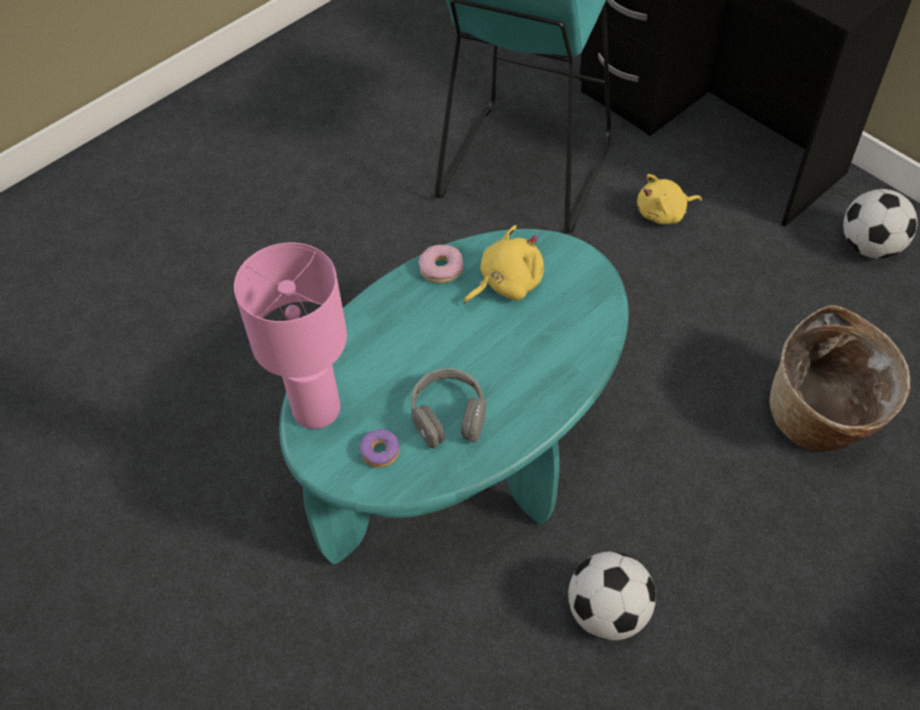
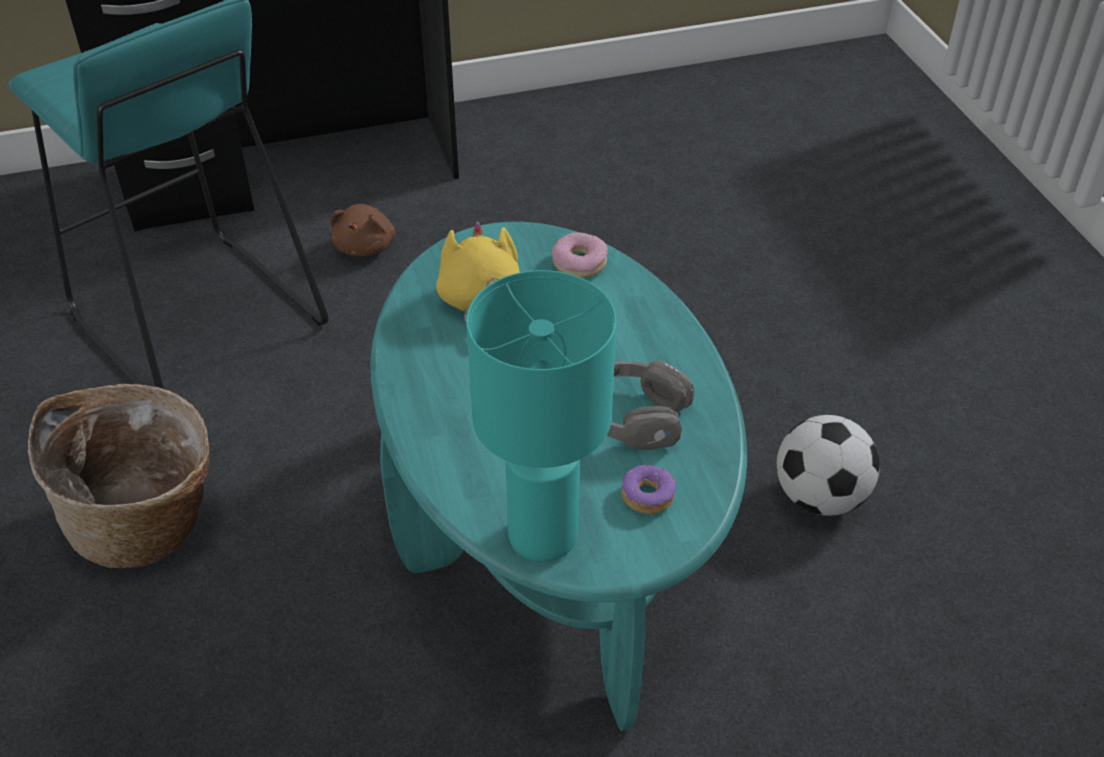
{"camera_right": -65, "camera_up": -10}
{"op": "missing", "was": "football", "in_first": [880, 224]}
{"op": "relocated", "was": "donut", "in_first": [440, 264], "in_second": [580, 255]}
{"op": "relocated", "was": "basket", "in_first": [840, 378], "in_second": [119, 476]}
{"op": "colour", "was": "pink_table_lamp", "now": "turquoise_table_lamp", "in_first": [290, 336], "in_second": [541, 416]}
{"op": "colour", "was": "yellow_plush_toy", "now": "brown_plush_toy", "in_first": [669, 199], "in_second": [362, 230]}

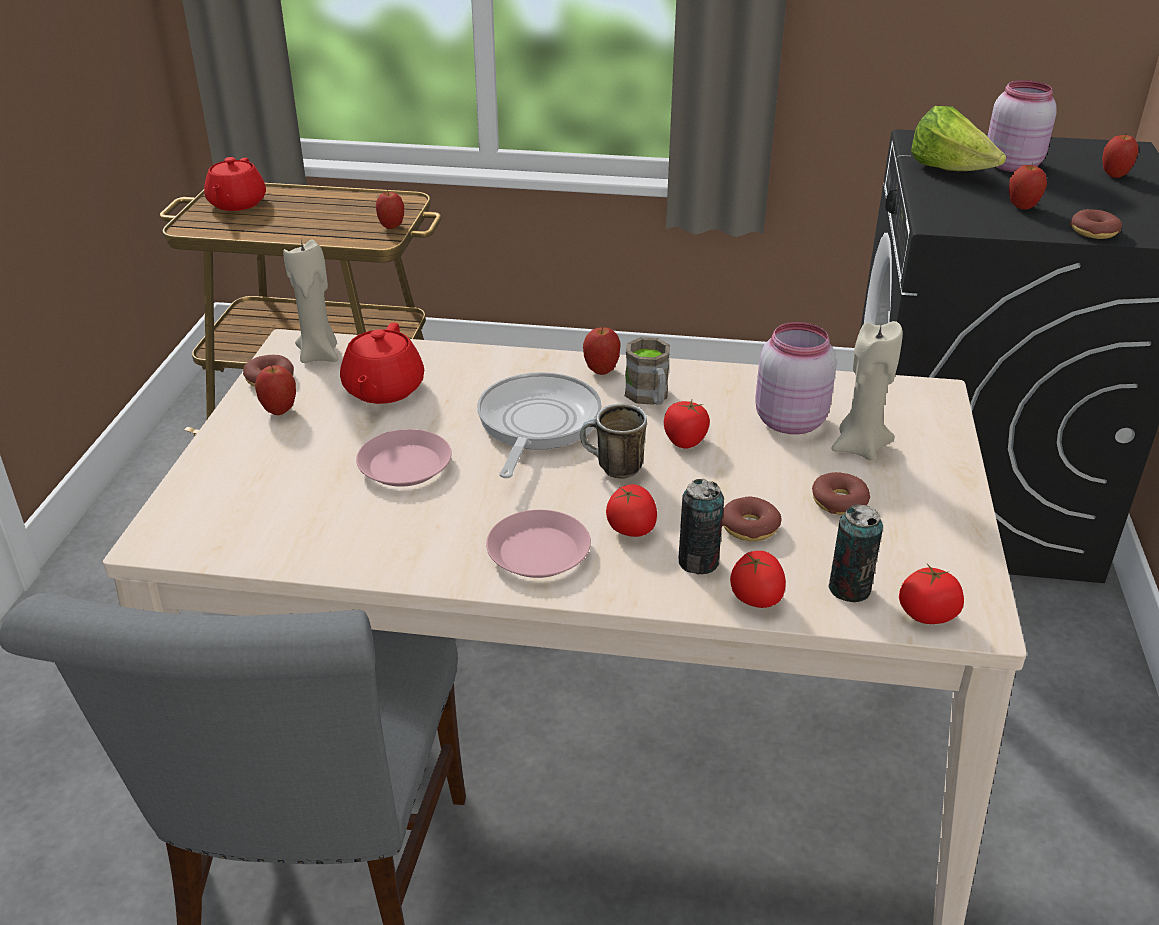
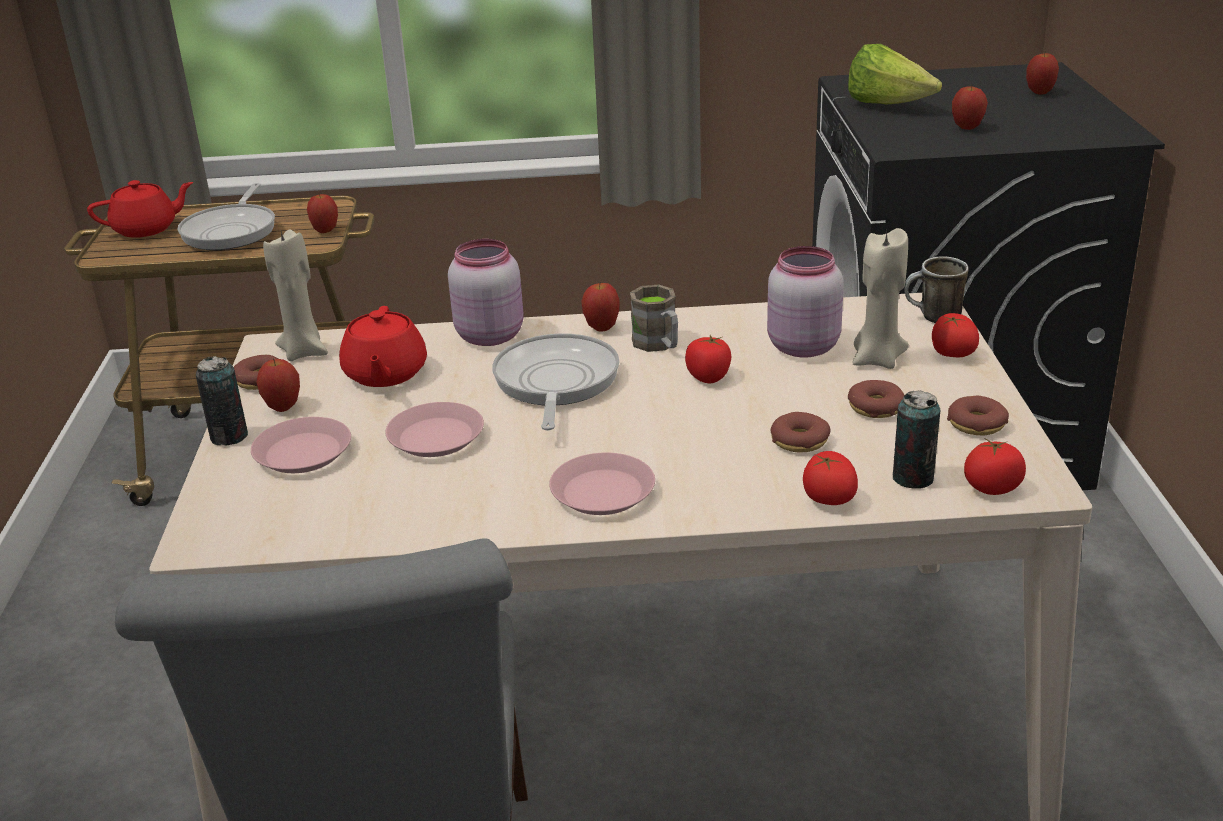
{"camera_right": -10, "camera_up": -5}
{"op": "appeared", "now": "frying_pan", "in_second": [226, 216]}
{"op": "appeared", "now": "pink_plate", "in_second": [301, 445]}
{"op": "relocated", "was": "mug", "in_first": [613, 441], "in_second": [936, 289]}
{"op": "relocated", "was": "tomato", "in_first": [631, 510], "in_second": [955, 335]}
{"op": "relocated", "was": "can", "in_first": [701, 526], "in_second": [222, 401]}
{"op": "relocated", "was": "pink_jar", "in_first": [1022, 126], "in_second": [486, 292]}
{"op": "relocated", "was": "donut", "in_first": [1096, 224], "in_second": [978, 415]}
{"op": "spun", "was": "red_teapot", "in_first": [235, 184], "in_second": [140, 209], "clockwise": -105}

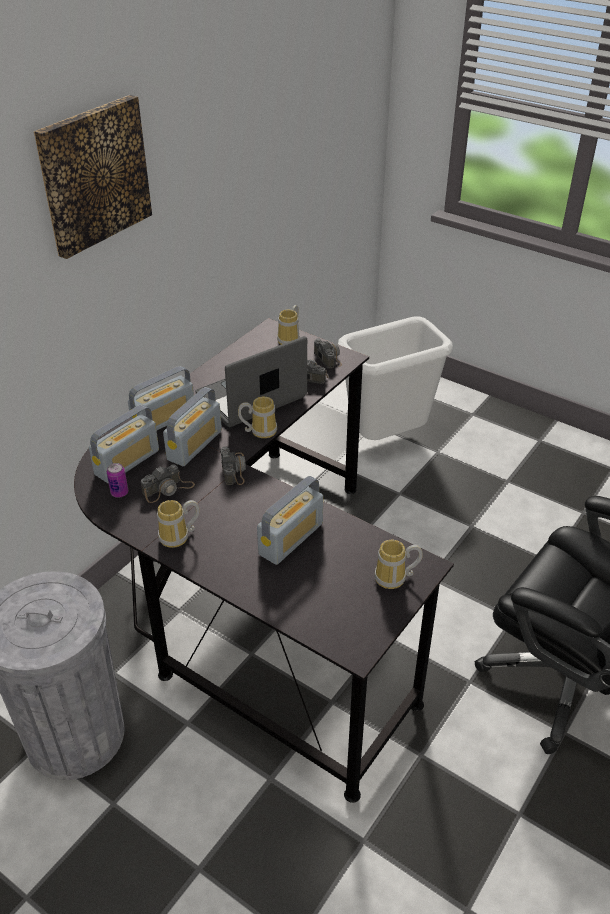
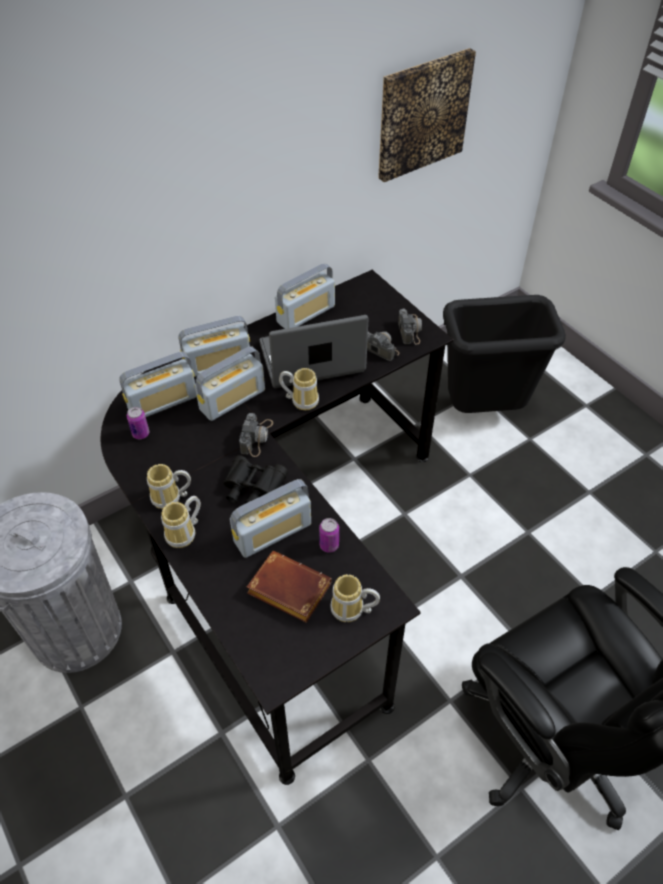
{"camera_right": 20, "camera_up": 10}
{"op": "missing", "was": "photo_camera", "in_first": [168, 483]}
{"op": "appeared", "now": "black_binoculars", "in_second": [255, 479]}
{"op": "appeared", "now": "brown_book", "in_second": [289, 587]}
{"op": "appeared", "now": "radio", "in_second": [305, 296]}
{"op": "appeared", "now": "can", "in_second": [329, 535]}
{"op": "relocated", "was": "picture", "in_first": [93, 177], "in_second": [427, 115]}
{"op": "relocated", "was": "mug", "in_first": [288, 325], "in_second": [181, 522]}
{"op": "colour", "was": "white_trash_can", "now": "black_trash_can", "in_first": [395, 378], "in_second": [504, 354]}

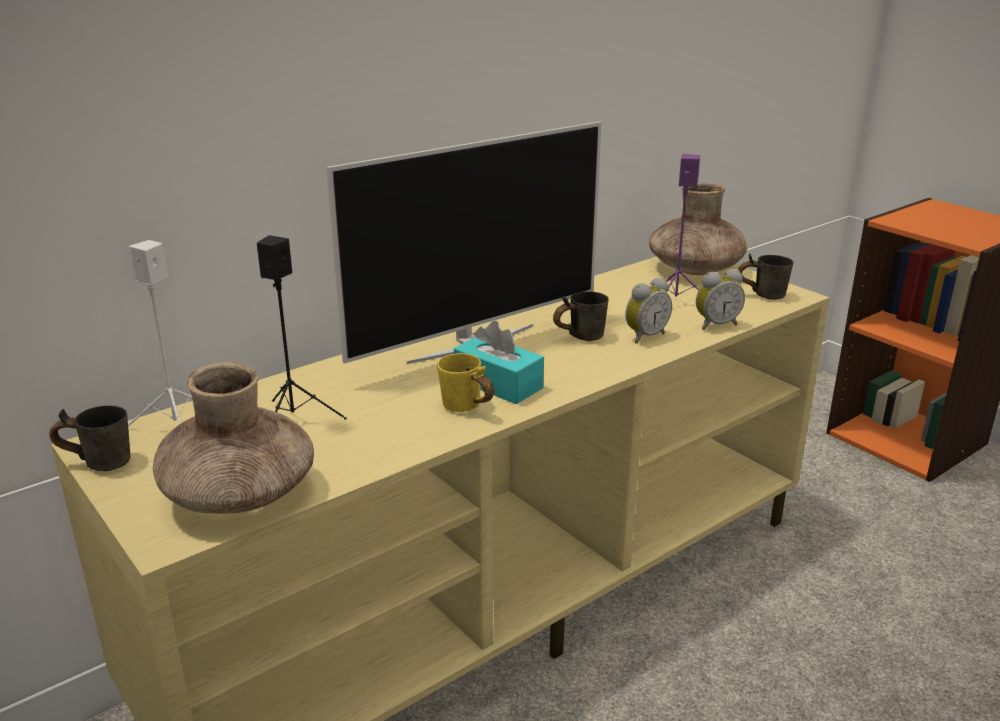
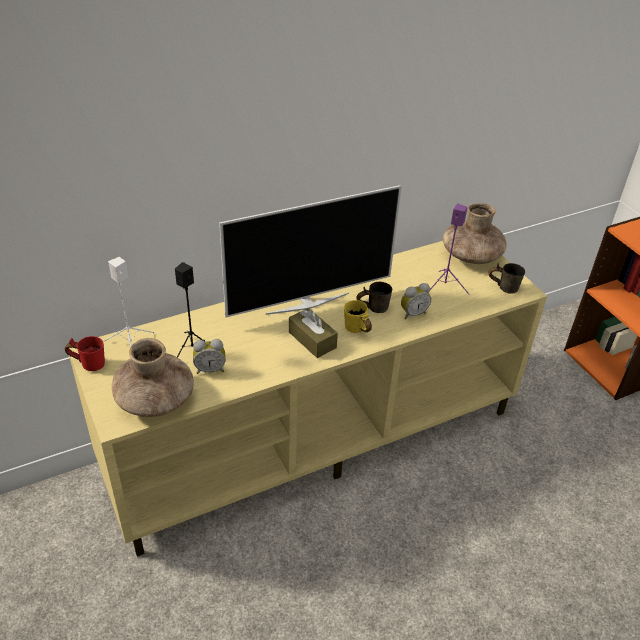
{"camera_right": 10, "camera_up": 15}
{"op": "relocated", "was": "yellow_mug", "in_first": [465, 382], "in_second": [358, 316]}
{"op": "relocated", "was": "alarm_clock", "in_first": [720, 299], "in_second": [209, 356]}
{"op": "colour", "was": "grey_mug", "now": "red_mug", "in_first": [89, 438], "in_second": [85, 353]}
{"op": "colour", "was": "turquoise_tissue_box", "now": "brown_tissue_box", "in_first": [499, 362], "in_second": [313, 333]}

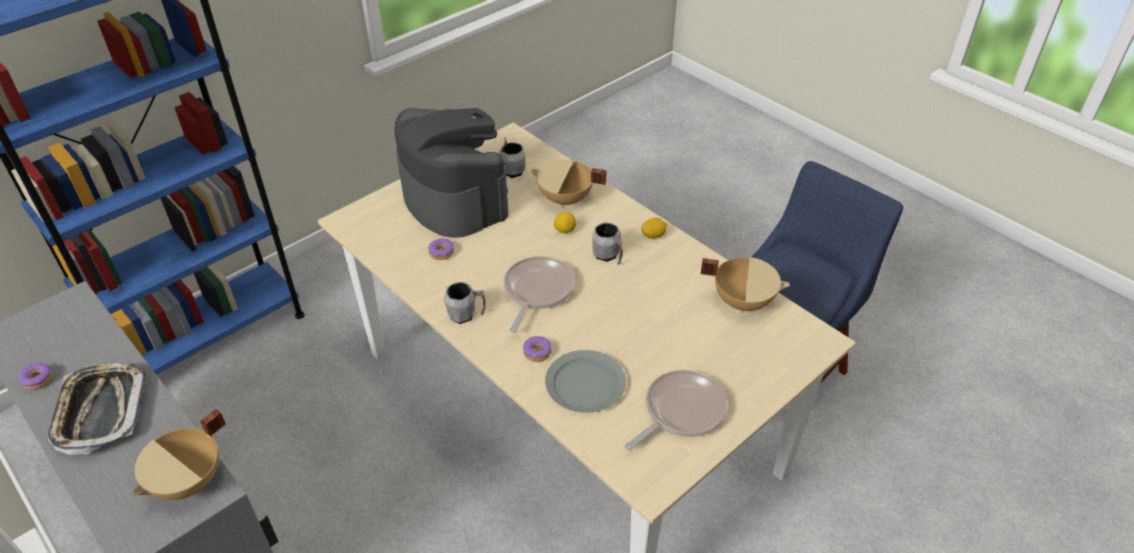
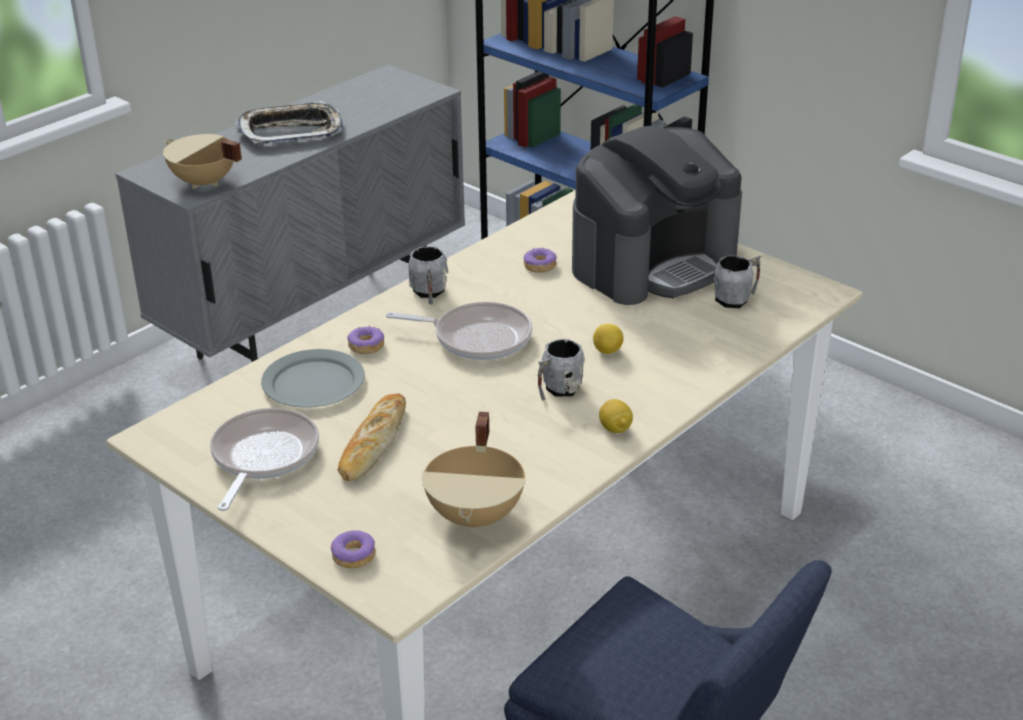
{"camera_right": 85, "camera_up": -10}
{"op": "missing", "was": "beige_cooking_pot", "in_first": [569, 183]}
{"op": "appeared", "now": "bread", "in_second": [372, 437]}
{"op": "relocated", "was": "donut", "in_first": [36, 376], "in_second": [353, 549]}
{"op": "spun", "was": "frying_pan", "in_first": [676, 410], "in_second": [264, 459], "clockwise": -120}

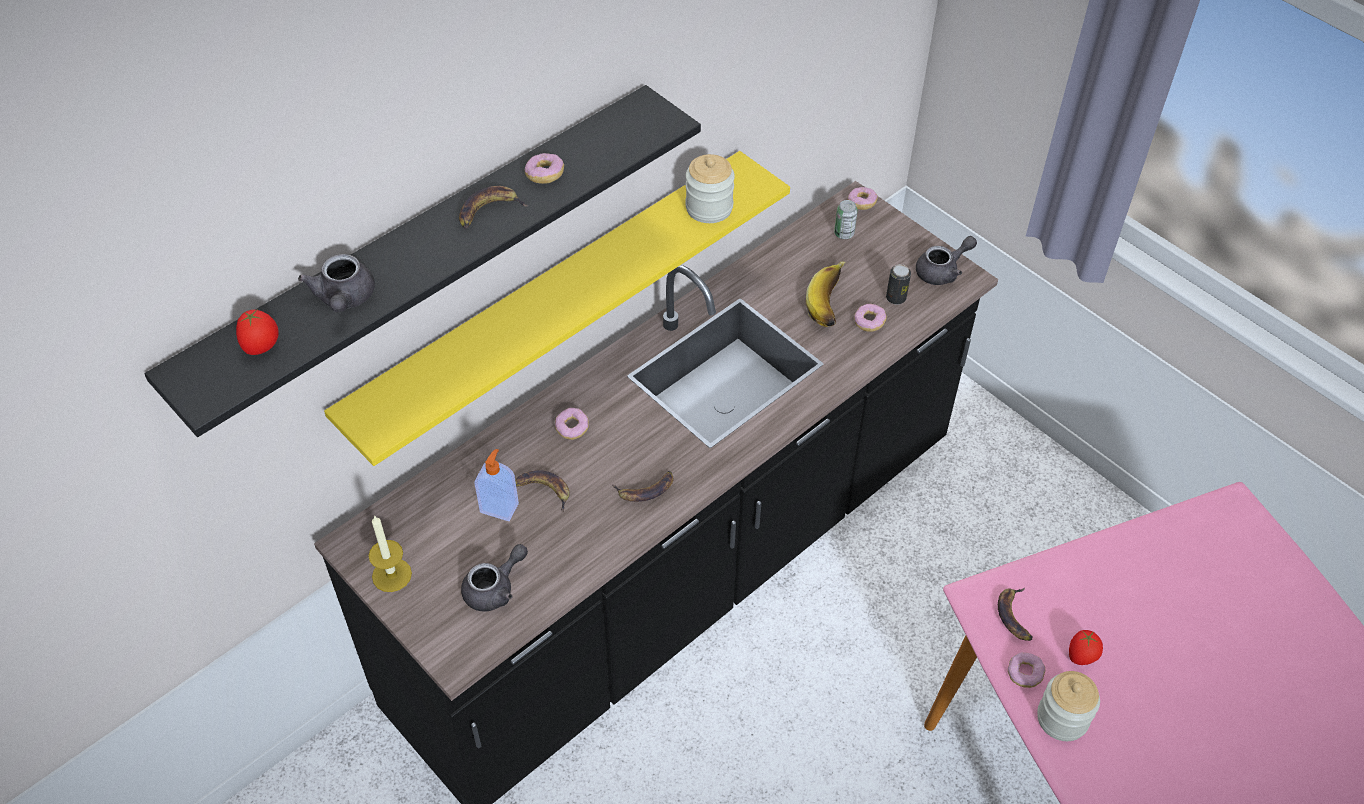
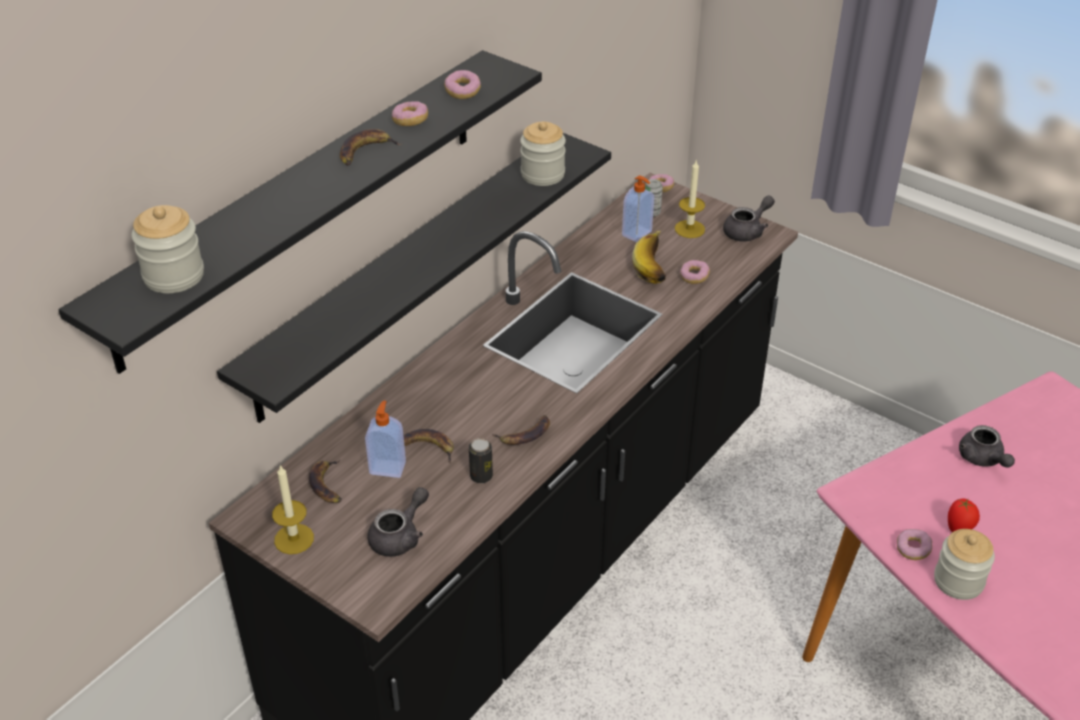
{"camera_right": -10, "camera_up": -10}
{"op": "appeared", "now": "soap_dispenser", "in_second": [638, 209]}
{"op": "appeared", "now": "candle", "in_second": [690, 199]}
{"op": "relocated", "was": "grey_teapot", "in_first": [336, 283], "in_second": [987, 446]}
{"op": "relocated", "was": "donut", "in_first": [572, 424], "in_second": [462, 84]}
{"op": "relocated", "was": "can", "in_first": [898, 284], "in_second": [481, 460]}
{"op": "relocated", "was": "banana", "in_first": [1015, 614], "in_second": [325, 481]}
{"op": "exchanged", "was": "tomato", "now": "jar", "in_first": [257, 332], "in_second": [167, 249]}
{"op": "colour", "was": "yellow_shelf", "now": "black_shelf", "in_first": [557, 308], "in_second": [414, 278]}

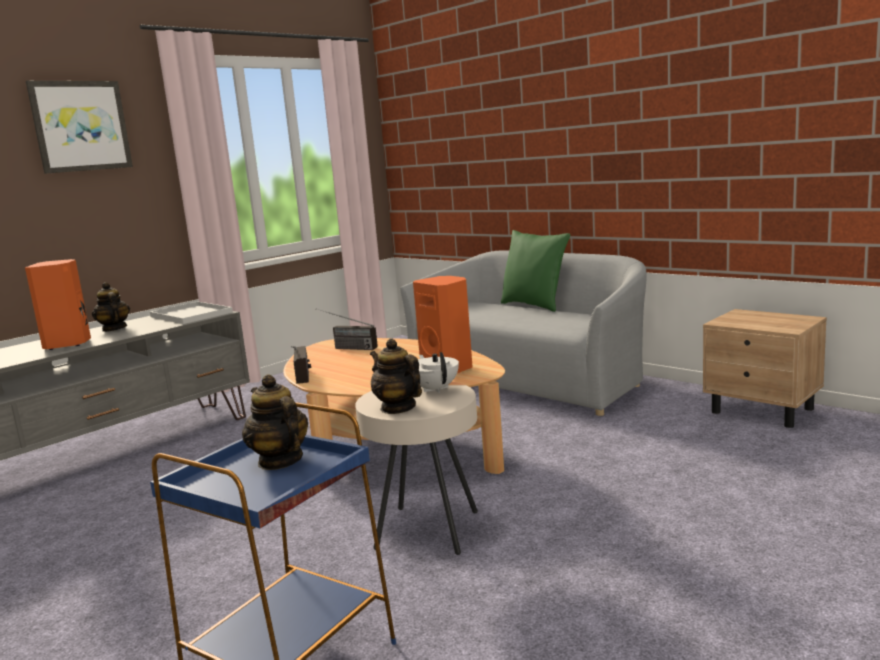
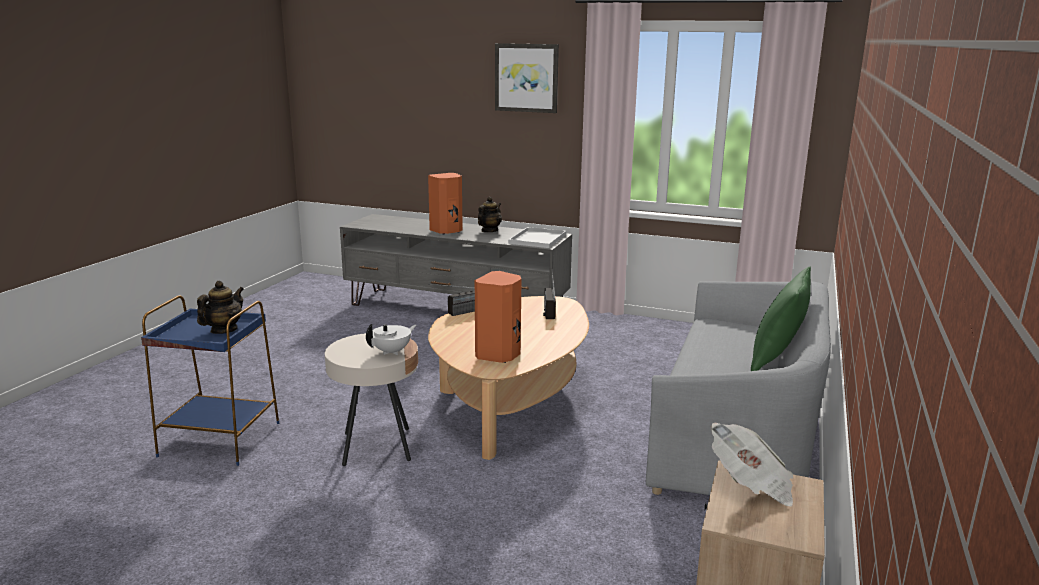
{"camera_right": 65, "camera_up": 5}
{"op": "missing", "was": "teapot", "in_first": [396, 376]}
{"op": "appeared", "now": "newspaper", "in_second": [752, 464]}

